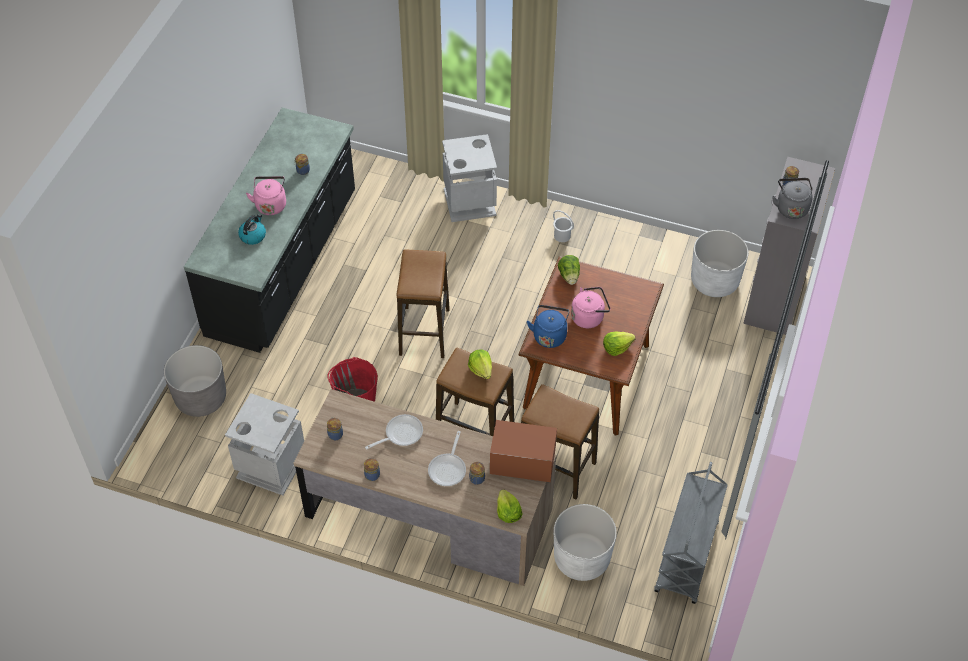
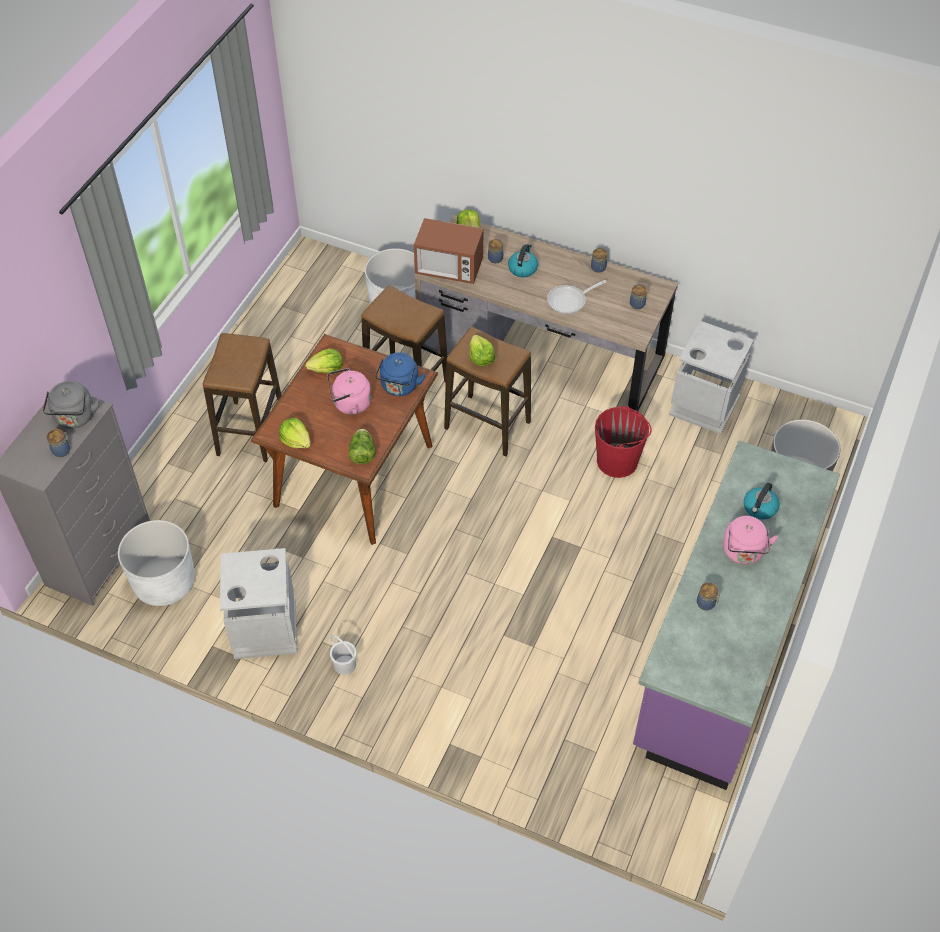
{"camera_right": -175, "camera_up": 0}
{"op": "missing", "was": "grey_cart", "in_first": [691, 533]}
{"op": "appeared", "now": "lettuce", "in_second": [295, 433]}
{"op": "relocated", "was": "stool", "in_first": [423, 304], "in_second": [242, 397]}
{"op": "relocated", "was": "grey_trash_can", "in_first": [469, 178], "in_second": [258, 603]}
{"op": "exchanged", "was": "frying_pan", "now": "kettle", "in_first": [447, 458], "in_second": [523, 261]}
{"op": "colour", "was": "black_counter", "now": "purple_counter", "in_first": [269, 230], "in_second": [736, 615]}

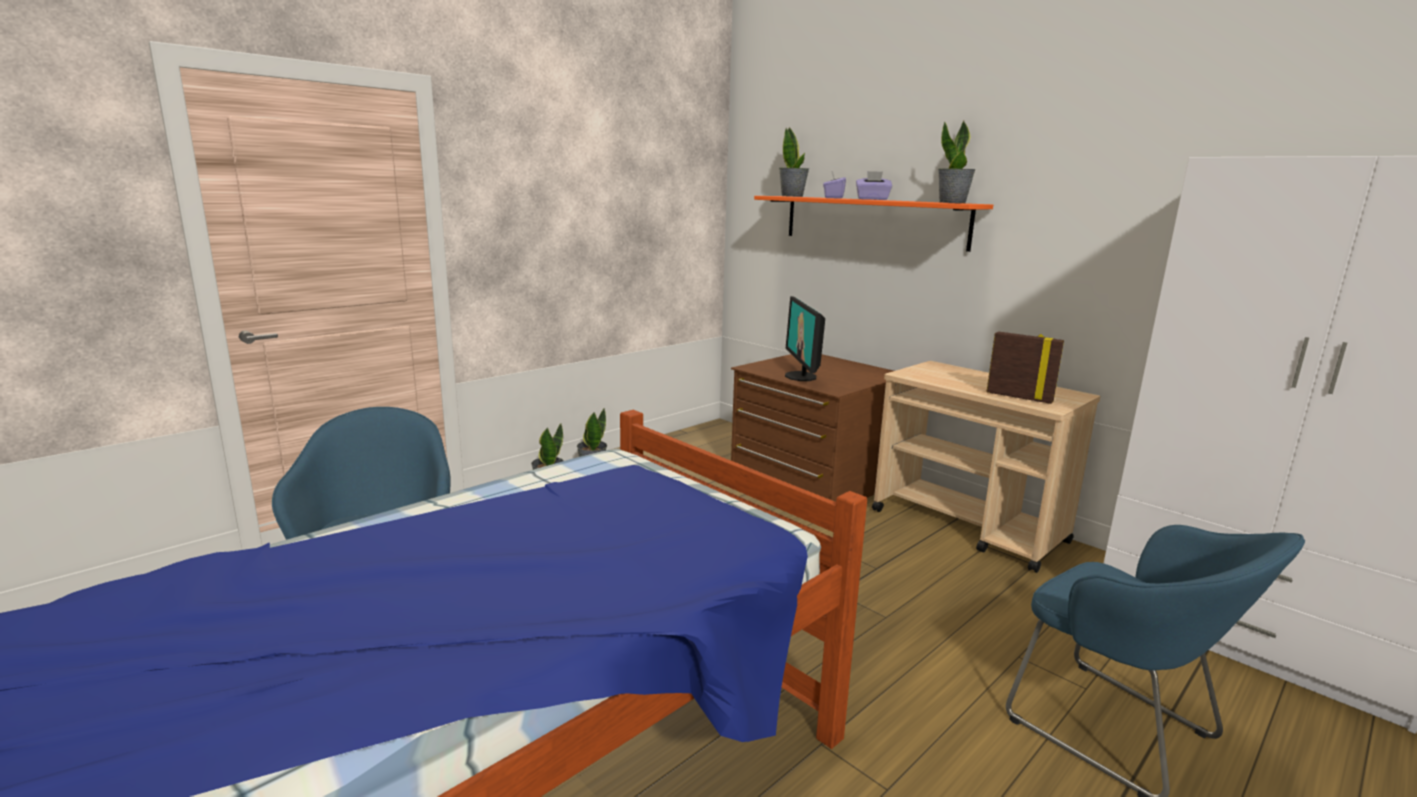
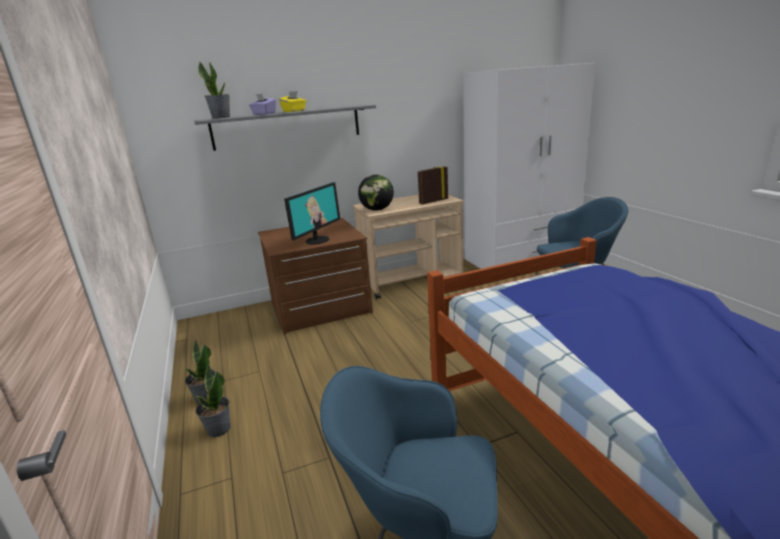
{"camera_right": -65, "camera_up": 5}
{"op": "missing", "was": "potted_plant", "in_first": [957, 162]}
{"op": "appeared", "now": "globe", "in_second": [376, 193]}
{"op": "colour", "was": "orange_shelf", "now": "grey_shelf", "in_first": [873, 224], "in_second": [285, 128]}
{"op": "colour", "was": "purple_tissue_box", "now": "yellow_tissue_box", "in_first": [874, 185], "in_second": [292, 101]}
{"op": "spun", "was": "monitor", "in_first": [805, 338], "in_second": [312, 213], "clockwise": -75}

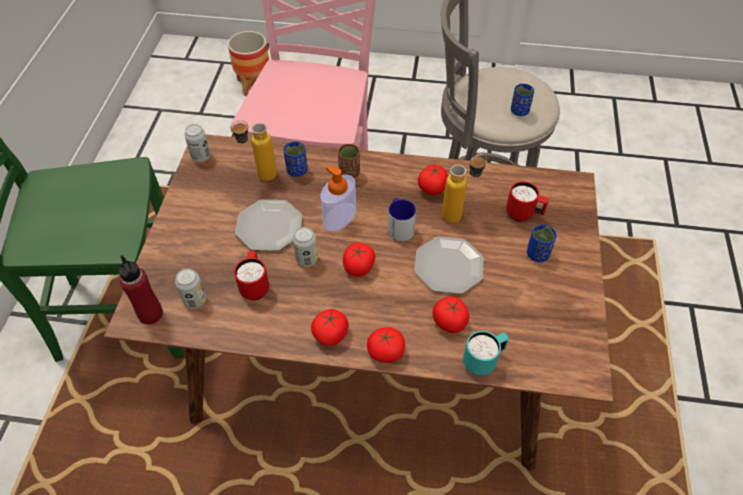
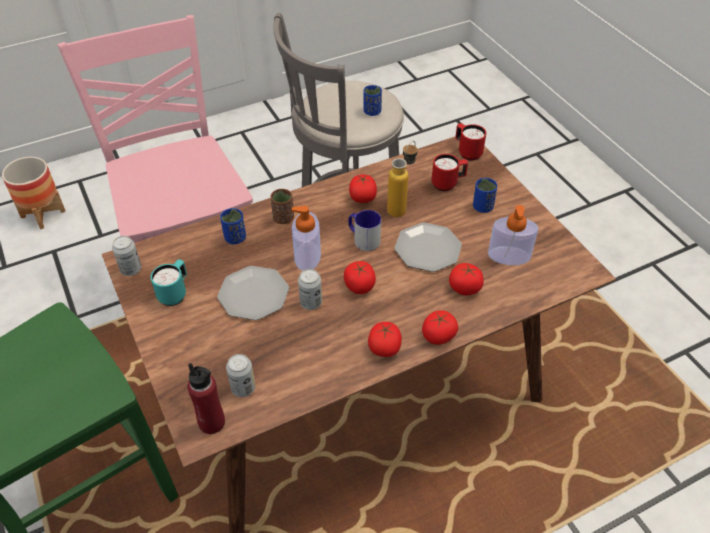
{"camera_right": -35, "camera_up": -5}
{"op": "missing", "was": "bottle", "in_first": [254, 150]}
{"op": "appeared", "now": "soap_dispenser", "in_second": [513, 235]}
{"op": "relocated", "was": "red_mug", "in_first": [251, 275], "in_second": [470, 142]}
{"op": "relocated", "was": "turquoise_mug", "in_first": [486, 353], "in_second": [168, 282]}

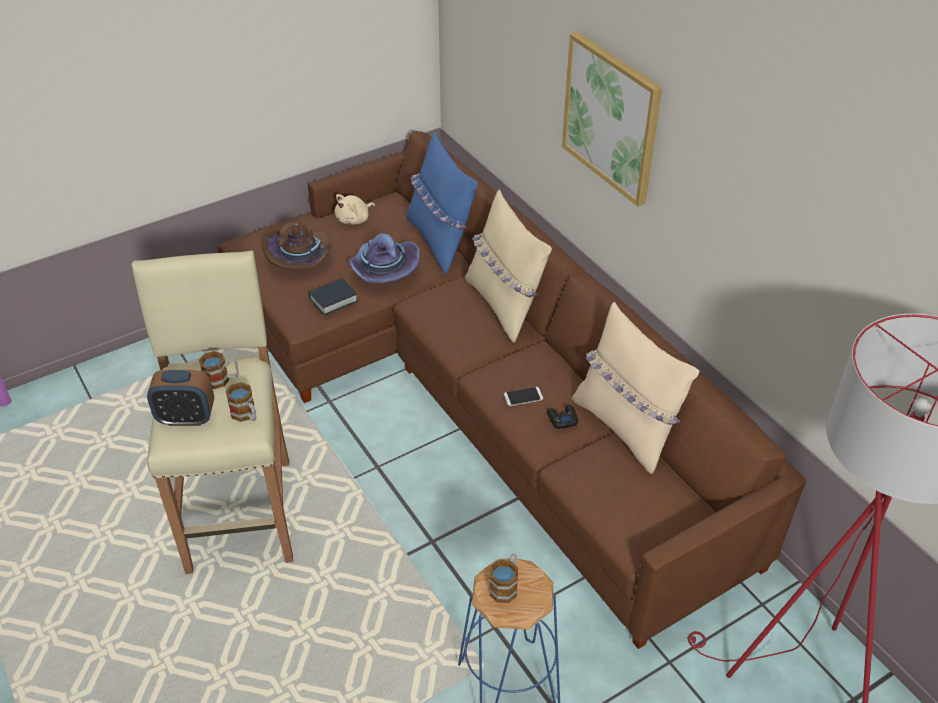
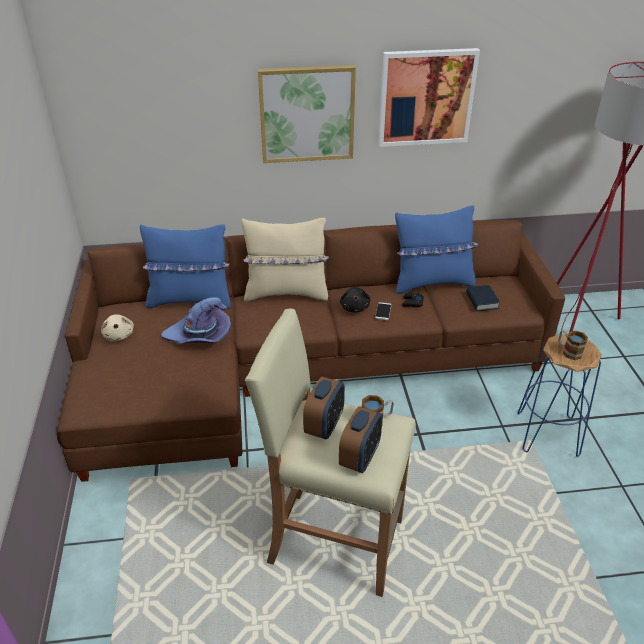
{"camera_right": -65, "camera_up": -5}
{"op": "missing", "was": "brown_hat", "in_first": [297, 246]}
{"op": "appeared", "now": "black_plush_toy", "in_second": [355, 299]}
{"op": "appeared", "now": "picture", "in_second": [429, 97]}
{"op": "relocated", "was": "book", "in_first": [333, 297], "in_second": [483, 298]}
{"op": "exchanged", "was": "mug", "now": "alarm_clock", "in_first": [219, 370], "in_second": [324, 408]}
{"op": "colour", "was": "beige_pillow", "now": "blue_pillow", "in_first": [635, 388], "in_second": [436, 249]}

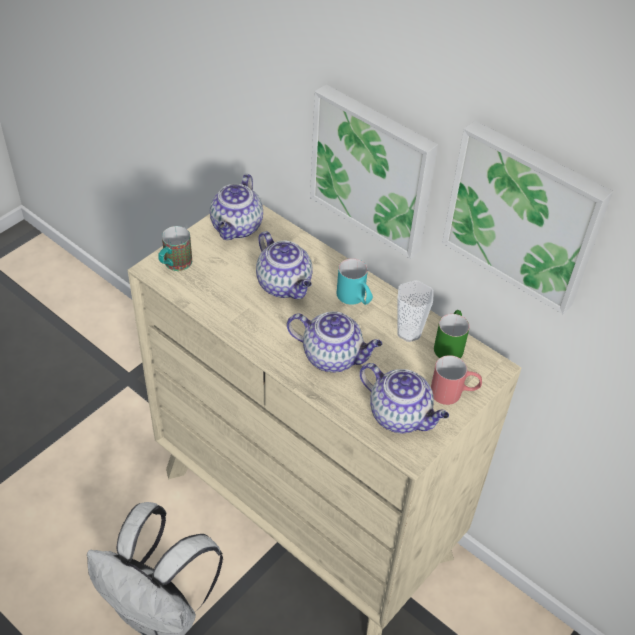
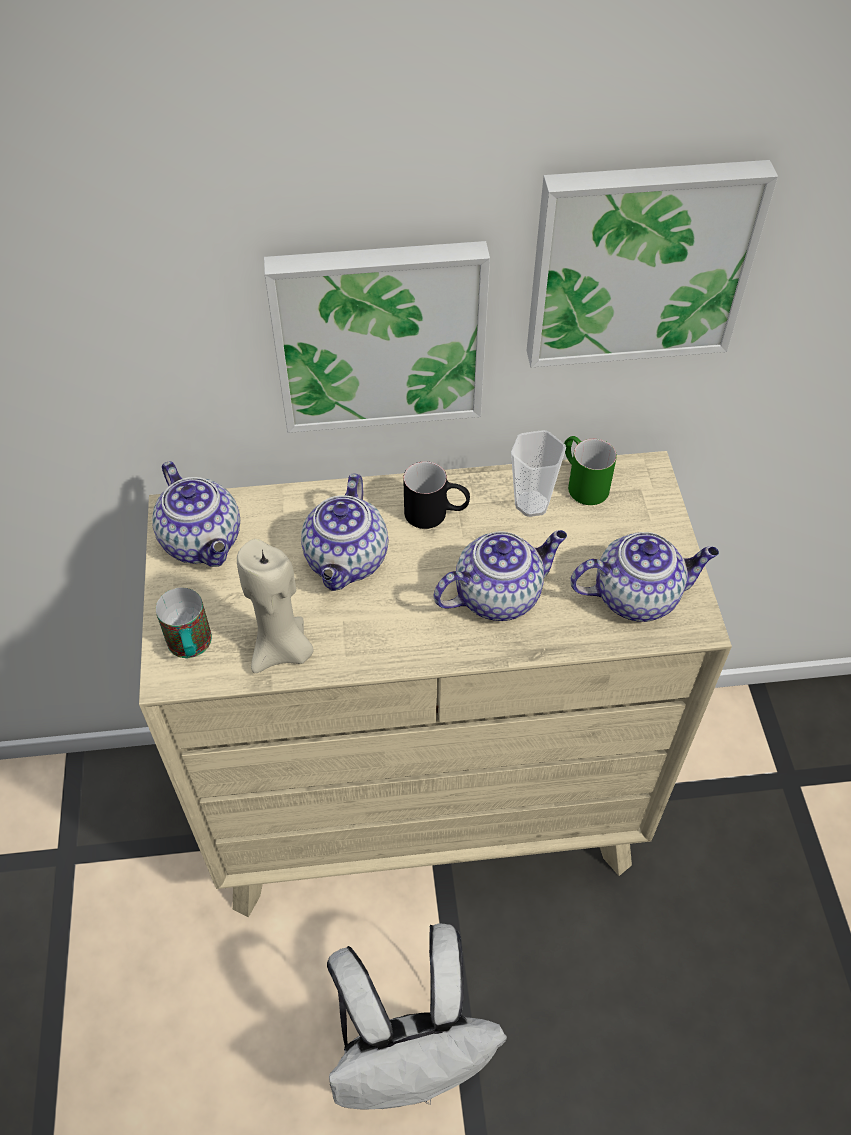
{"camera_right": -45, "camera_up": 5}
{"op": "missing", "was": "red_mug", "in_first": [456, 380]}
{"op": "appeared", "now": "beige_candle", "in_second": [275, 606]}
{"op": "colour", "was": "turquoise_mug", "now": "black_mug", "in_first": [355, 281], "in_second": [436, 495]}
{"op": "spun", "was": "teapot", "in_first": [284, 265], "in_second": [344, 532], "clockwise": 90}

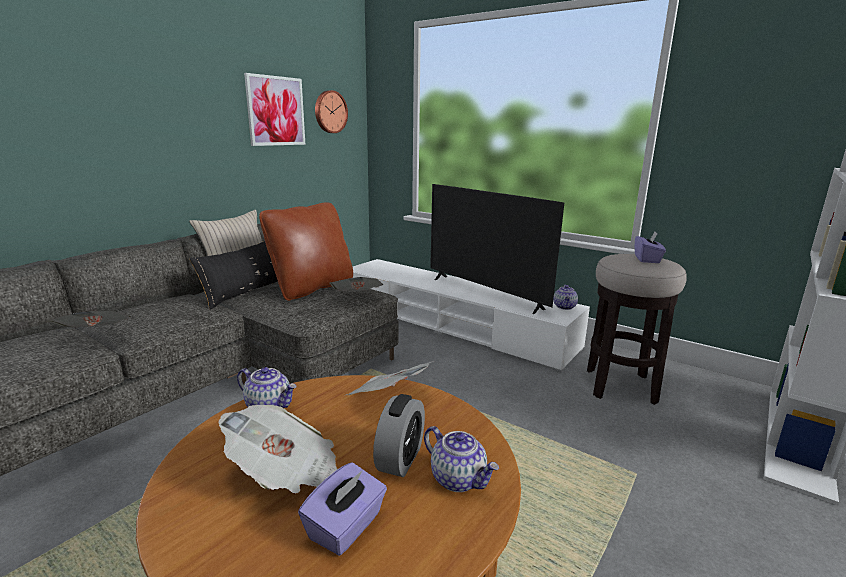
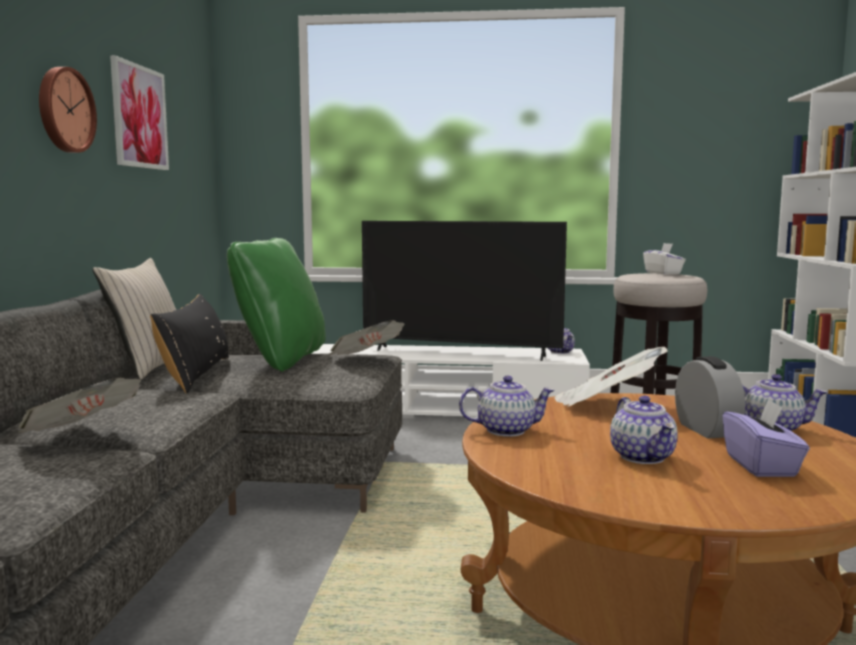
{"camera_right": -30, "camera_up": -10}
{"op": "relocated", "was": "wall_clock", "in_first": [331, 111], "in_second": [68, 110]}
{"op": "exchanged", "was": "newspaper", "now": "teapot", "in_first": [278, 449], "in_second": [644, 430]}
{"op": "colour", "was": "brown_pillow", "now": "green_pillow", "in_first": [306, 251], "in_second": [276, 305]}
{"op": "colour", "was": "purple_tissue_box", "now": "white_tissue_box", "in_first": [650, 247], "in_second": [664, 259]}

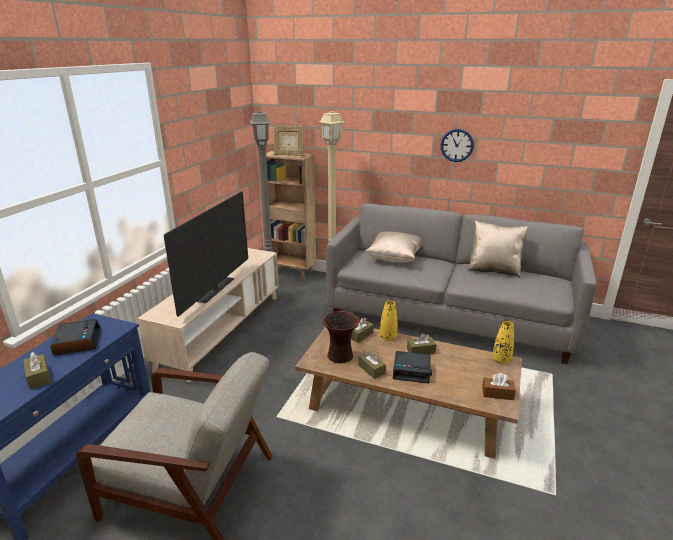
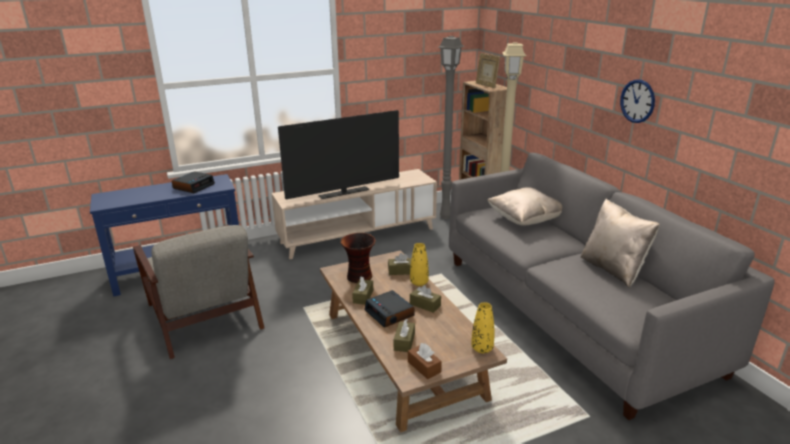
{"camera_right": 45, "camera_up": 0}
{"op": "relocated", "was": "brown_tissue_box", "in_first": [37, 370], "in_second": [404, 335]}

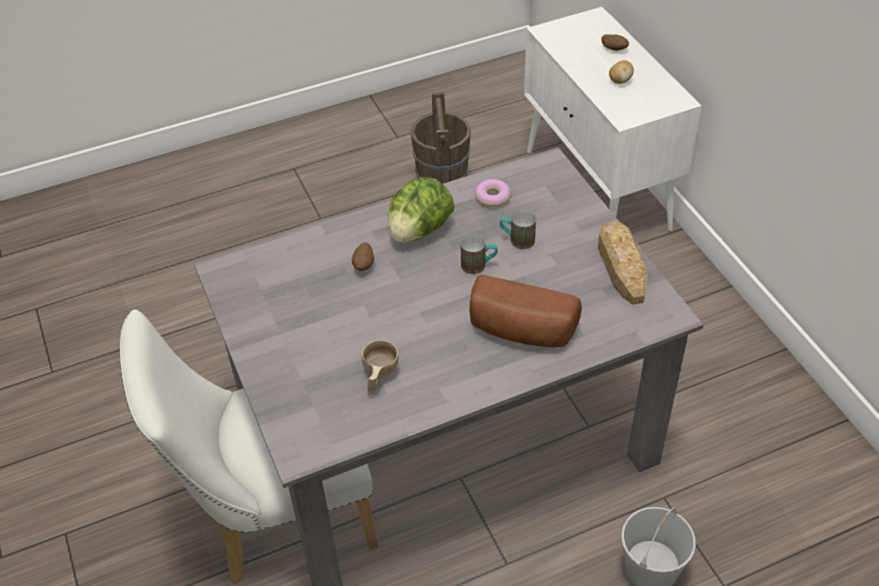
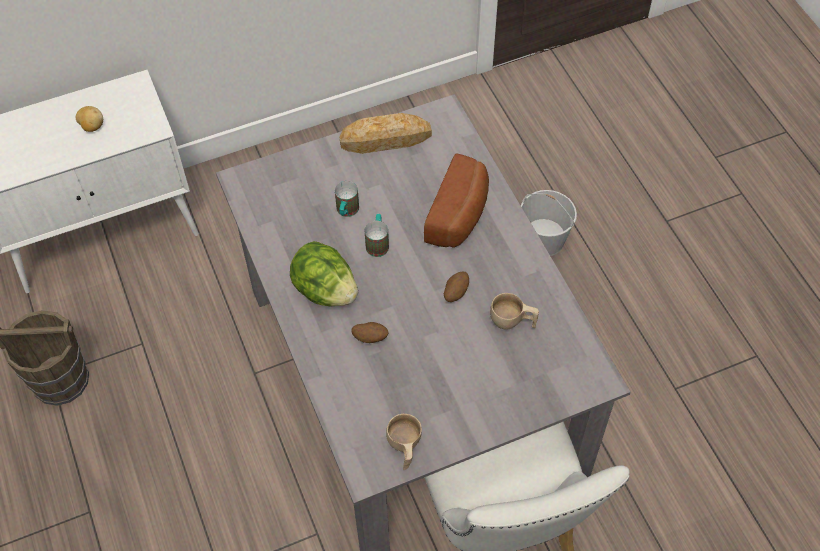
{"camera_right": -90, "camera_up": 10}
{"op": "missing", "was": "donut", "in_first": [493, 193]}
{"op": "appeared", "now": "beige_cup", "in_second": [404, 442]}
{"op": "relocated", "was": "potato", "in_first": [615, 42], "in_second": [456, 286]}

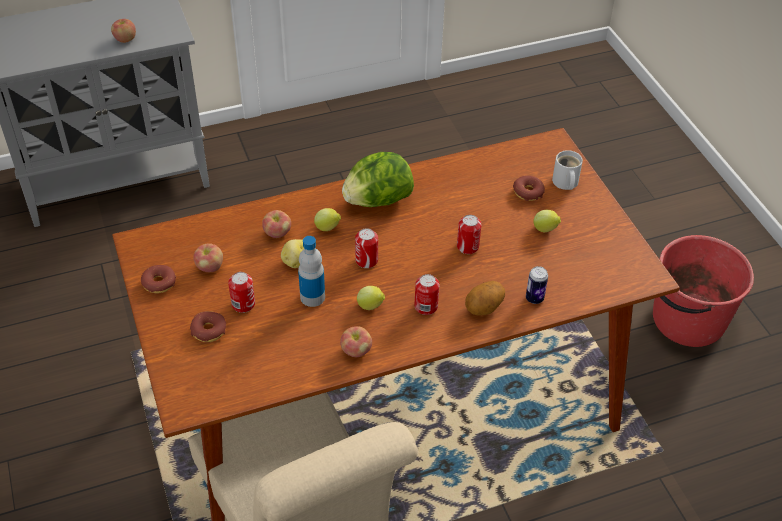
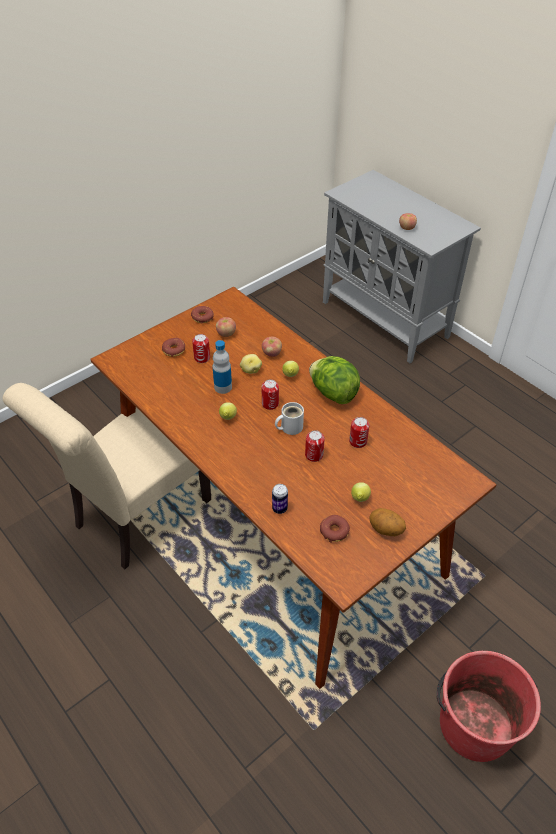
{"camera_right": 70, "camera_up": 0}
{"op": "missing", "was": "apple", "in_first": [356, 341]}
{"op": "relocated", "was": "can", "in_first": [427, 294], "in_second": [359, 432]}
{"op": "relocated", "was": "potato", "in_first": [485, 298], "in_second": [387, 522]}
{"op": "relocated", "was": "donut", "in_first": [529, 188], "in_second": [335, 529]}
{"op": "relocated", "was": "white_mug", "in_first": [567, 170], "in_second": [289, 418]}

